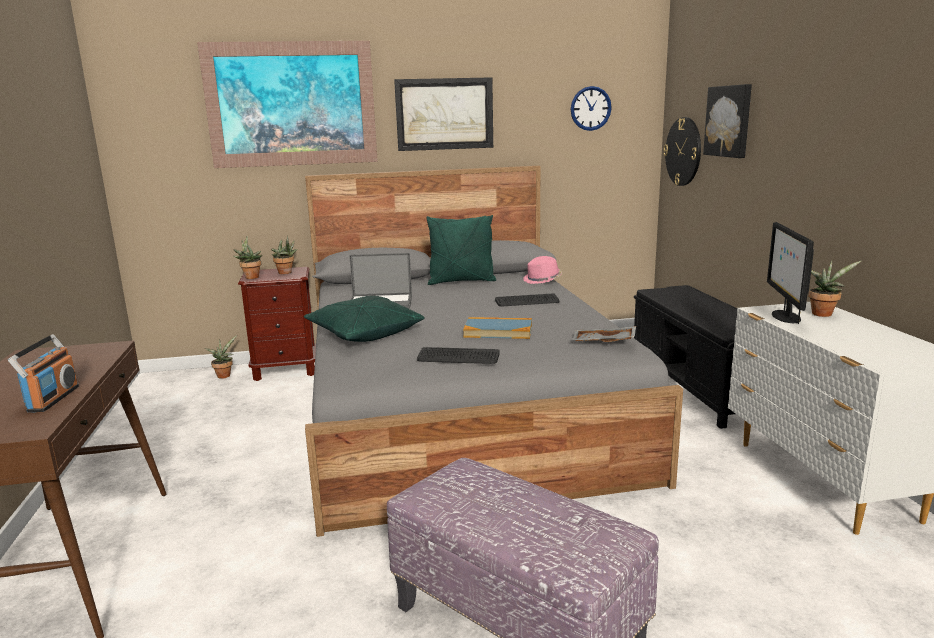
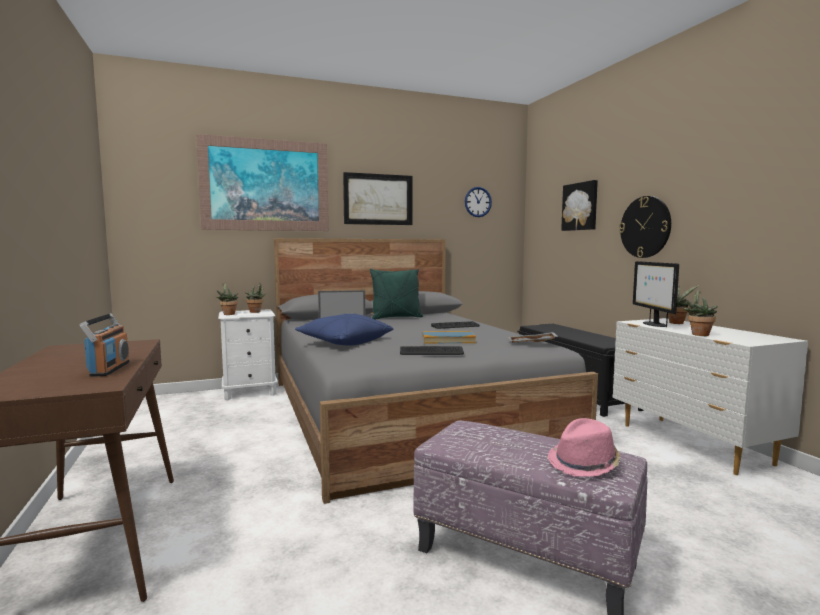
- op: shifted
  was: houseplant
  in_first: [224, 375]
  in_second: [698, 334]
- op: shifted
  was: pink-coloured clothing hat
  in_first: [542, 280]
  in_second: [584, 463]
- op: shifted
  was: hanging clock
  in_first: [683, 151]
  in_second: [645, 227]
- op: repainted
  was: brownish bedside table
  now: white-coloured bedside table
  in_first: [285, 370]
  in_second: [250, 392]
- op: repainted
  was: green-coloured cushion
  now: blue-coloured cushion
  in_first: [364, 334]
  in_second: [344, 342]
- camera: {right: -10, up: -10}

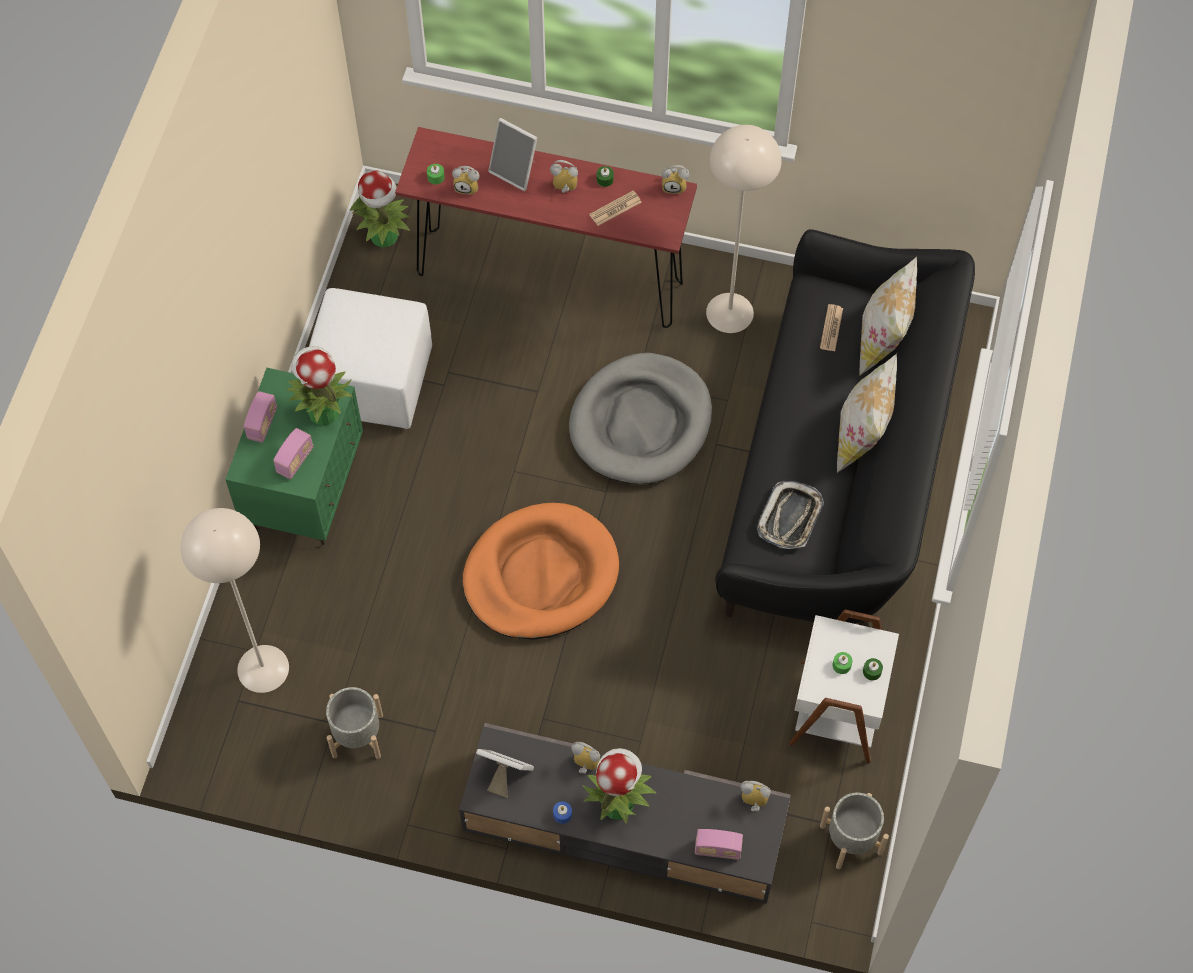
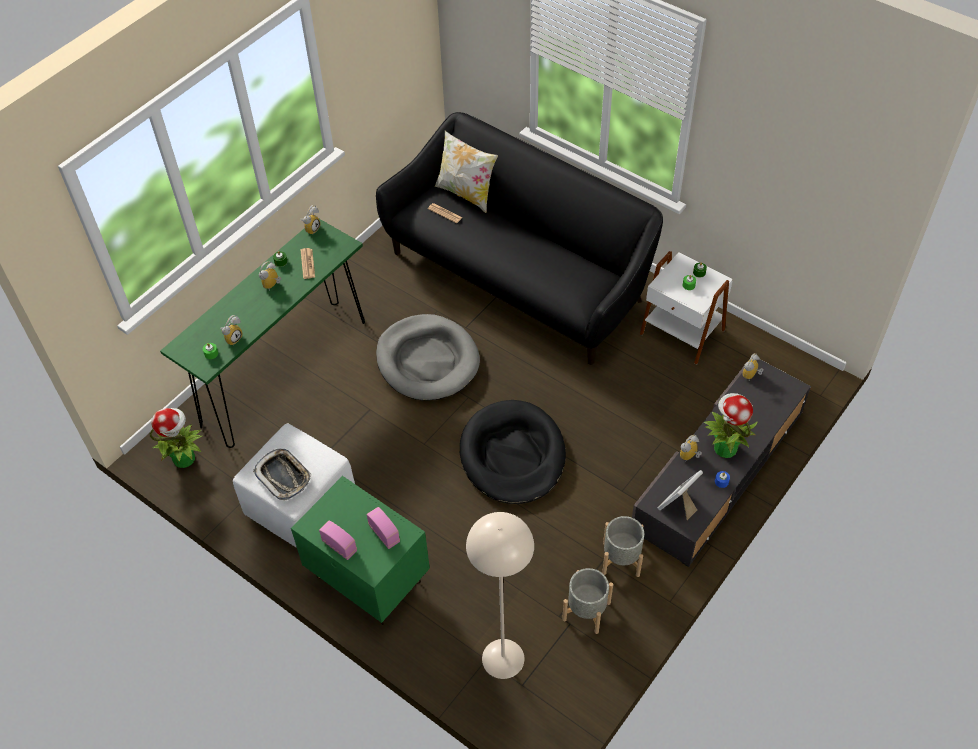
- op: gone
  was: houseplant
  in_first: [322, 411]
- op: gone
  was: standing frame
  in_first: [515, 171]
- op: gone
  was: radio
  in_first: [717, 849]
- op: gone
  was: sand-coloured standing lamp
  in_first: [730, 312]
- op: gone
  was: cushion
  in_first: [861, 435]
- op: shifted
  was: serving tray
  in_first: [790, 518]
  in_second: [283, 476]
- op: shifted
  was: gray plant pot
  in_first: [851, 839]
  in_second: [621, 559]
- op: repainted
  was: reddish console table
  now: green-coloured console table
  in_first: [549, 278]
  in_second: [285, 372]
- op: repainted
  was: orange-coloured pet bed
  now: blackish pet bed
  in_first: [540, 575]
  in_second: [512, 455]
- camera: {right: -65, up: -10}

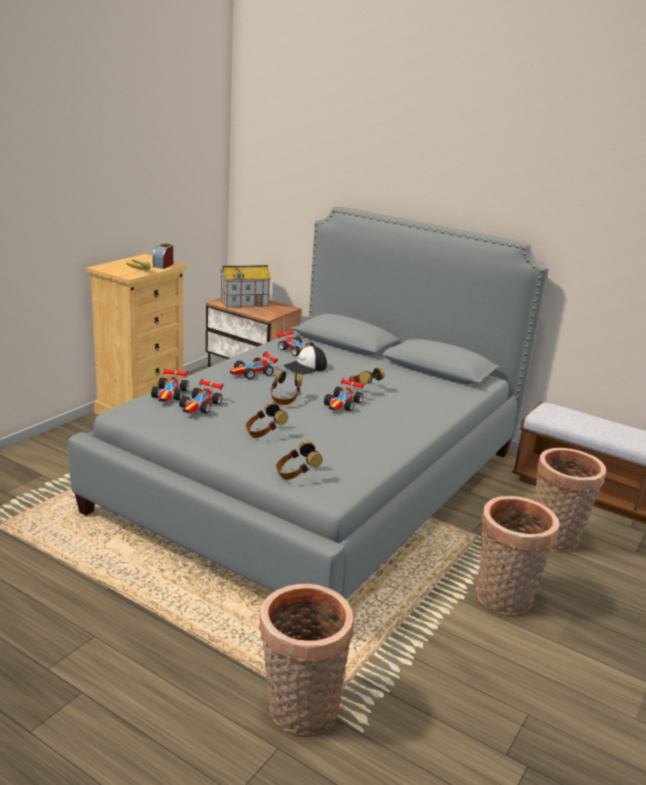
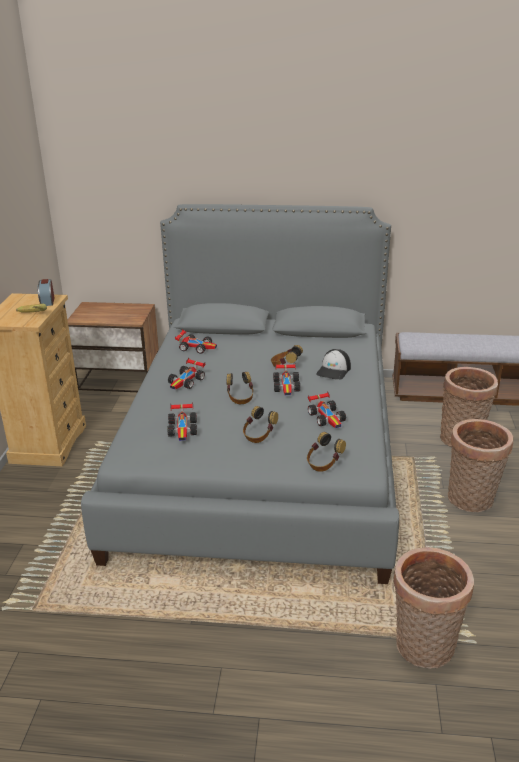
- op: gone
  was: model house
  in_first: [244, 302]
- op: shifted
  was: toy car
  in_first: [171, 394]
  in_second: [327, 417]
- op: shifted
  was: peaked cap
  in_first: [305, 367]
  in_second: [334, 370]
- camera: {right: -25, up: 5}

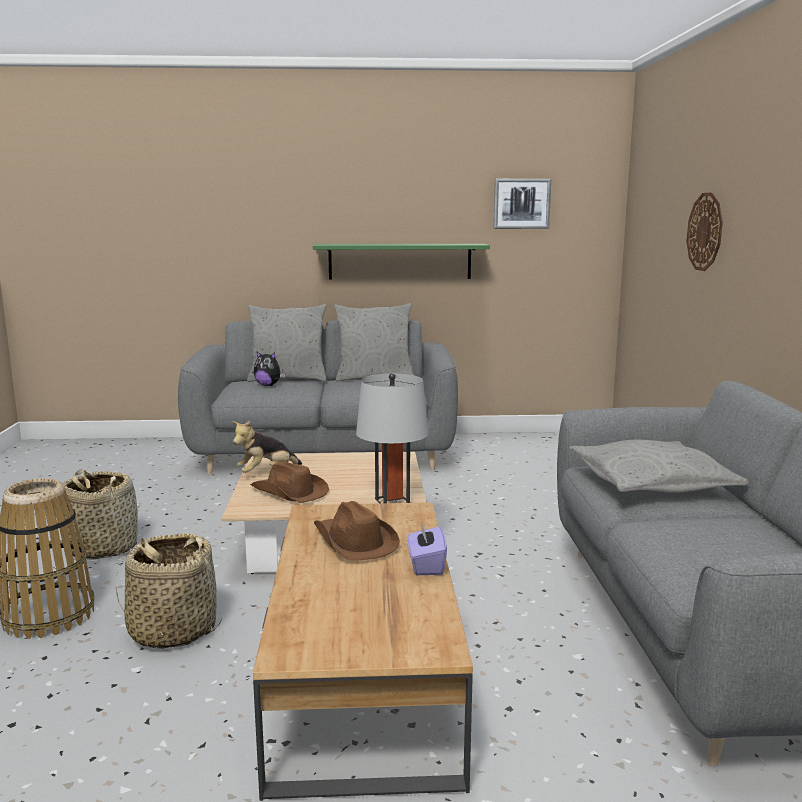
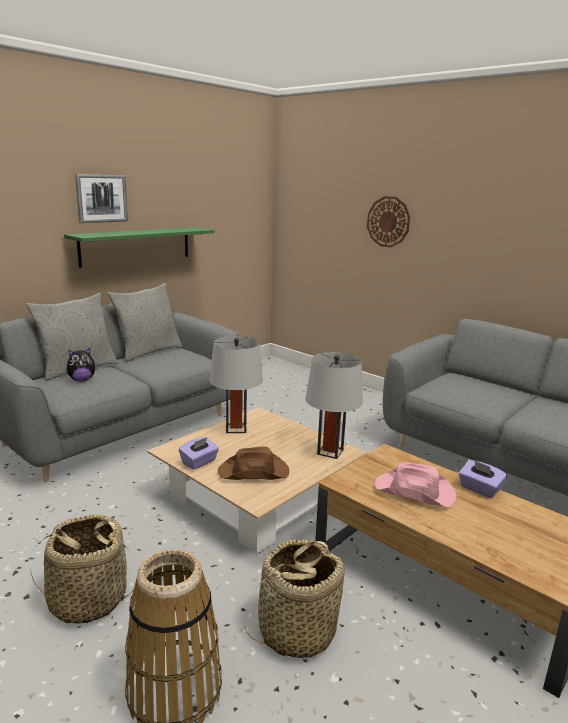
- op: gone
  was: gray cushion
  in_first: [650, 483]
- op: new
  now: gray lamp for a table
  in_second: [236, 428]
- op: shifted
  was: wall picture
  in_first: [521, 203]
  in_second: [101, 198]
- op: swapped
  was: soft toy
  now: purplish tissue box
  in_first: [266, 472]
  in_second: [199, 462]
- op: repainted
  was: brownish clothing hat
  now: pink-coloured clothing hat
  in_first: [354, 541]
  in_second: [415, 492]
- camera: {right: -45, up: 5}

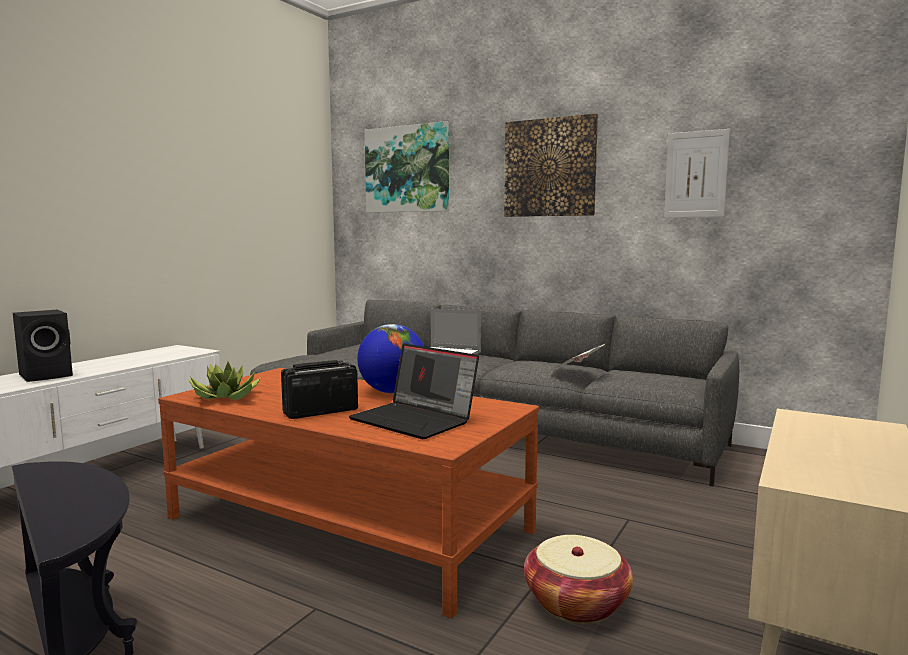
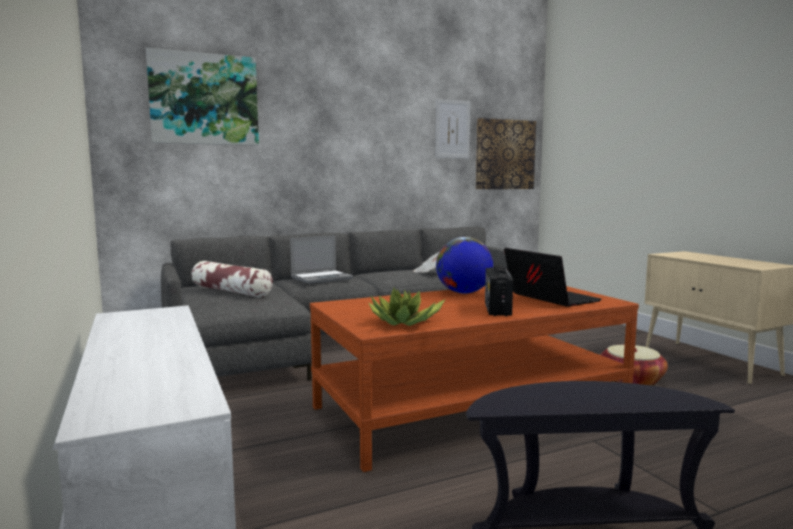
- op: gone
  was: blackish loudspeaker
  in_first: [48, 375]
- op: new
  now: cushion
  in_second: [231, 291]
- op: shifted
  was: wall picture
  in_first: [550, 168]
  in_second: [505, 154]
- op: rotated
  was: laptop
  in_first: [415, 420]
  in_second: [549, 298]
  clockwise: -105
- camera: {right: -55, up: 0}

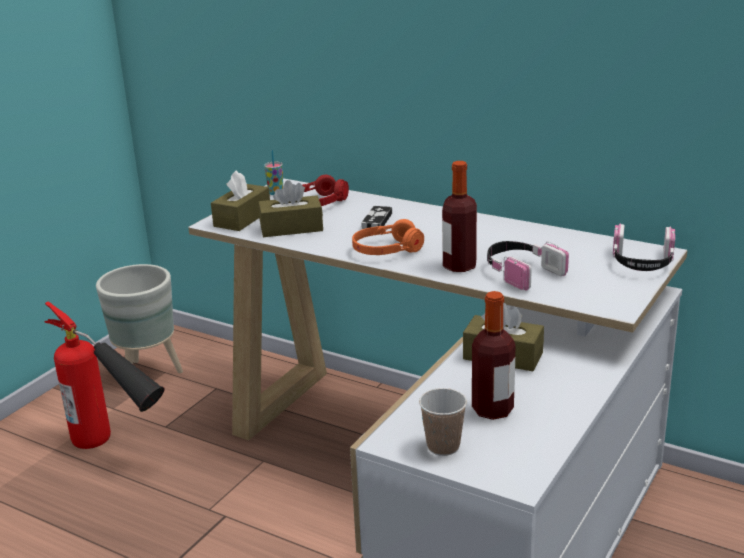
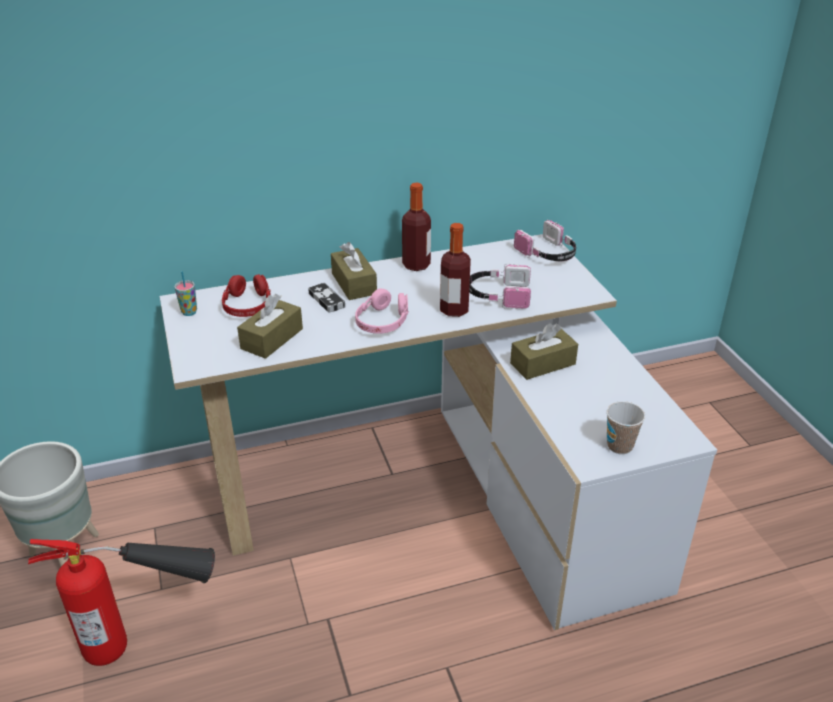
- op: shifted
  was: brownish tissue box
  in_first: [242, 218]
  in_second: [354, 284]
- op: shifted
  was: beverage bottle
  in_first: [492, 410]
  in_second: [416, 265]
- op: repainted
  was: orange-coloured pair of headphones
  now: pink-coloured pair of headphones
  in_first: [387, 250]
  in_second: [383, 321]
- camera: {right: -50, up: 10}

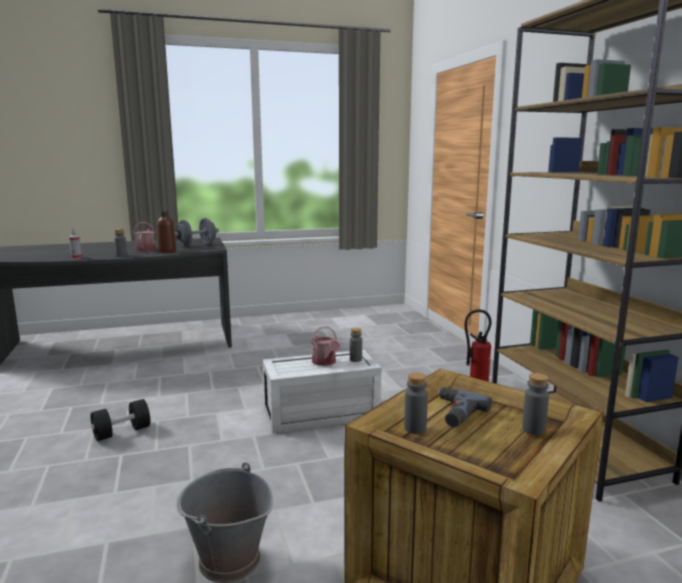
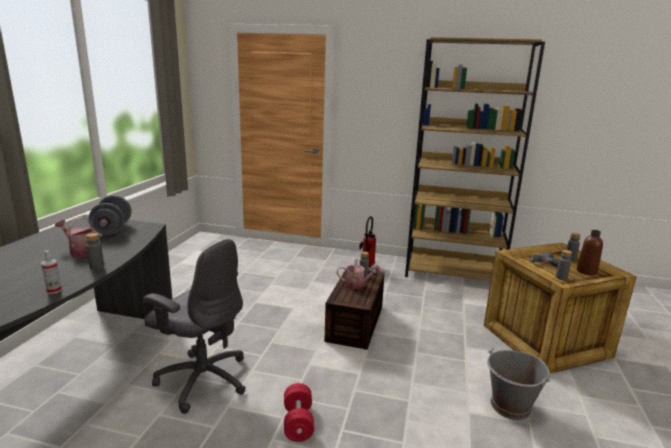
- op: new
  now: gray office chair
  in_second: [202, 379]
- op: shifted
  was: brownish beverage bottle
  in_first: [167, 251]
  in_second: [586, 271]
- op: repainted
  was: blackish hand weight
  now: reddish hand weight
  in_first: [122, 432]
  in_second: [298, 422]
- op: repainted
  was: white-coloured storage container
  now: brownish storage container
  in_first: [320, 414]
  in_second: [356, 324]
- camera: {right: -60, up: 5}

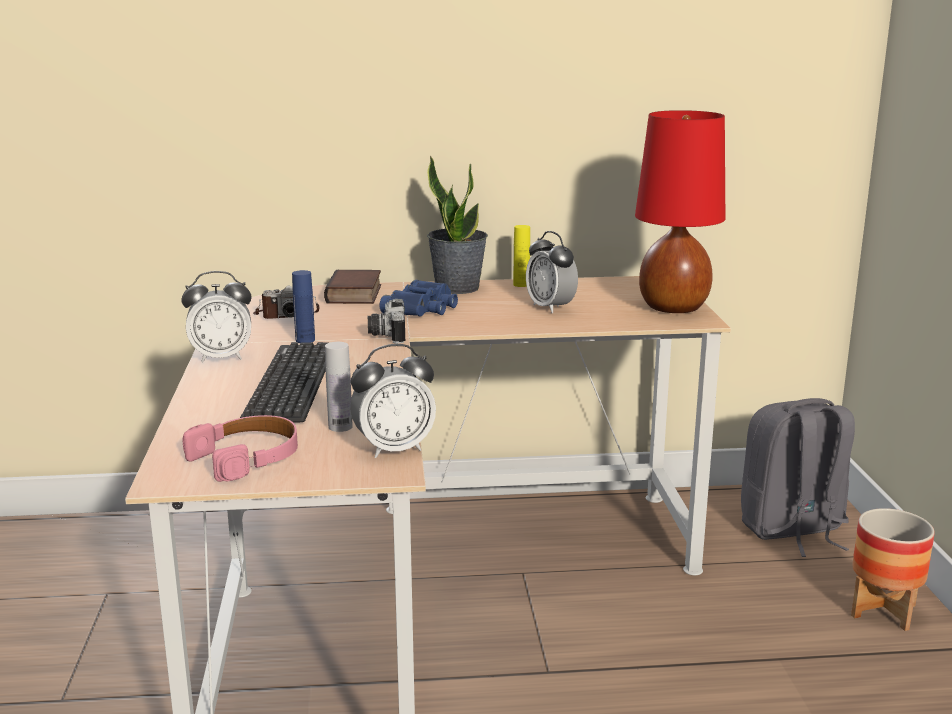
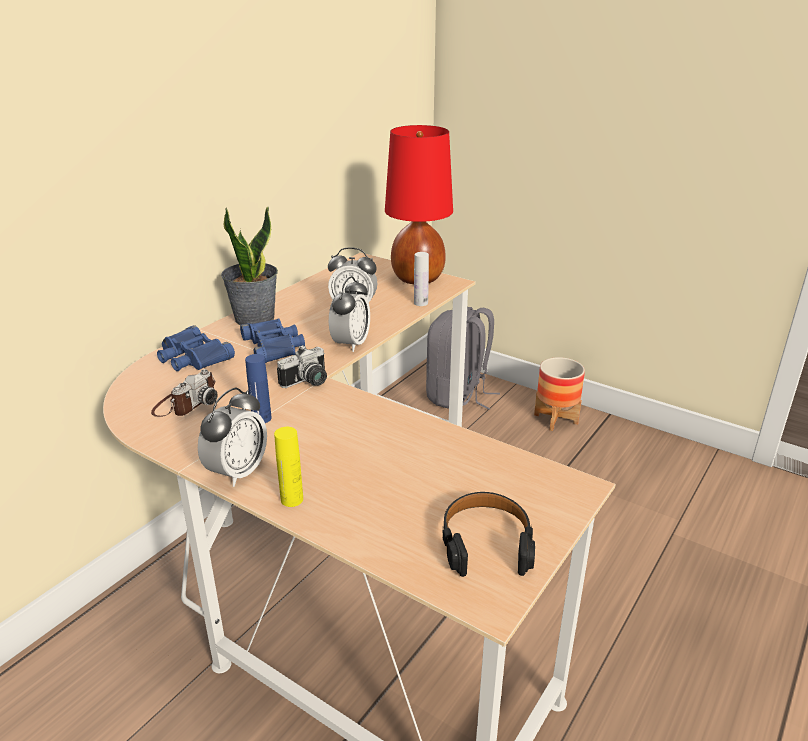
- op: gone
  was: keyboard
  in_first: [291, 383]
- op: shifted
  was: white-coloured beverage bottle
  in_first: [340, 427]
  in_second: [421, 303]
- op: shifted
  was: table clock
  in_first: [394, 449]
  in_second: [351, 344]
- op: shifted
  was: yellow beverage bottle
  in_first: [521, 284]
  in_second: [292, 499]
- op: swapped
  was: volume
  now: blue-coloured pair of binoculars
  in_first: [356, 294]
  in_second: [193, 357]
- op: repainted
  was: pink-coloured pair of headphones
  now: blackish pair of headphones
  in_first: [247, 457]
  in_second: [486, 542]
- op: rotated
  was: photo camera
  in_first: [386, 335]
  in_second: [308, 382]
  clockwise: -75
- camera: {right: -50, up: 10}

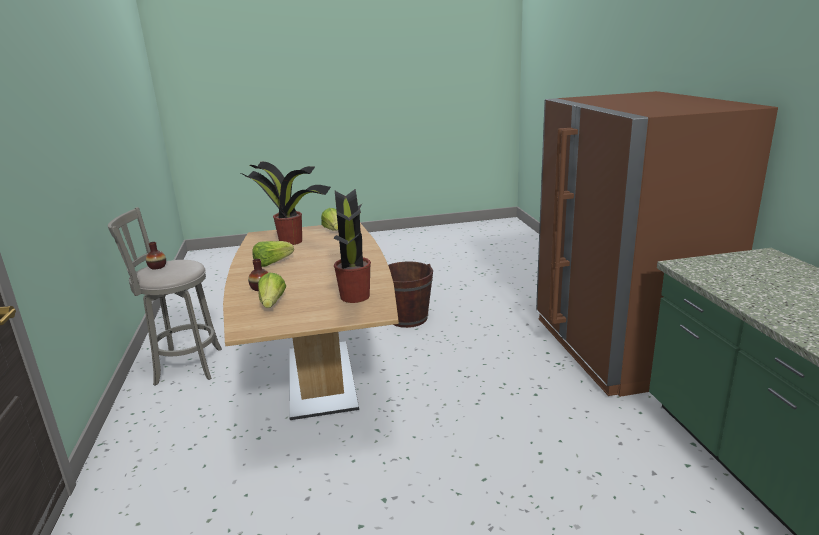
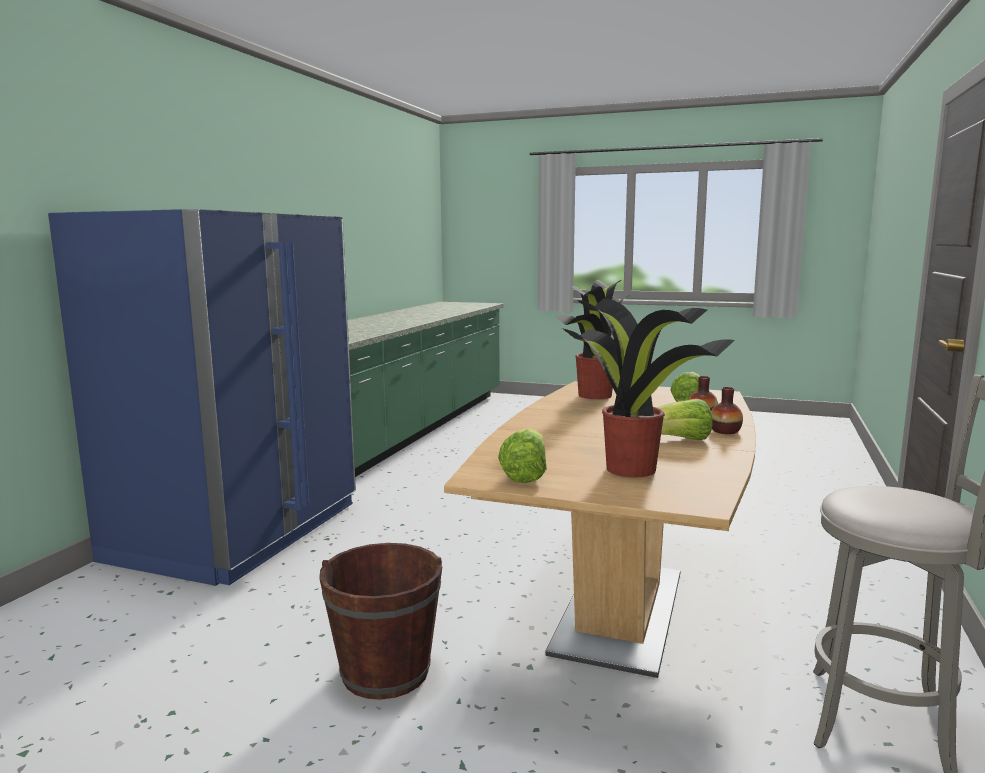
- op: shifted
  was: vase
  in_first: [157, 267]
  in_second: [725, 431]
- op: repainted
  was: brownish kitchen fridge
  now: blue-coloured kitchen fridge
  in_first: [620, 347]
  in_second: [239, 531]
- camera: {right: -150, up: -10}

